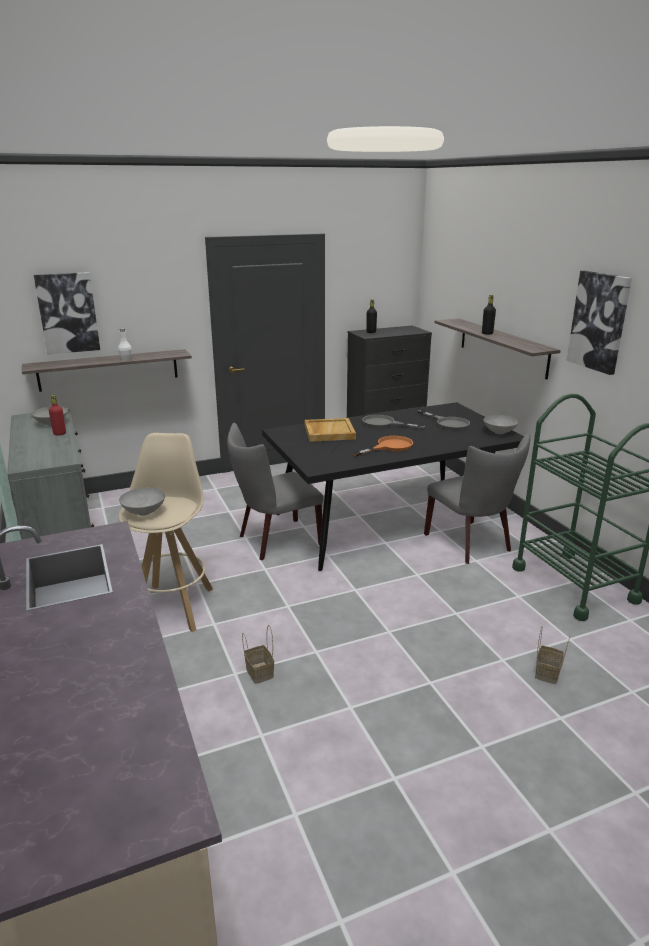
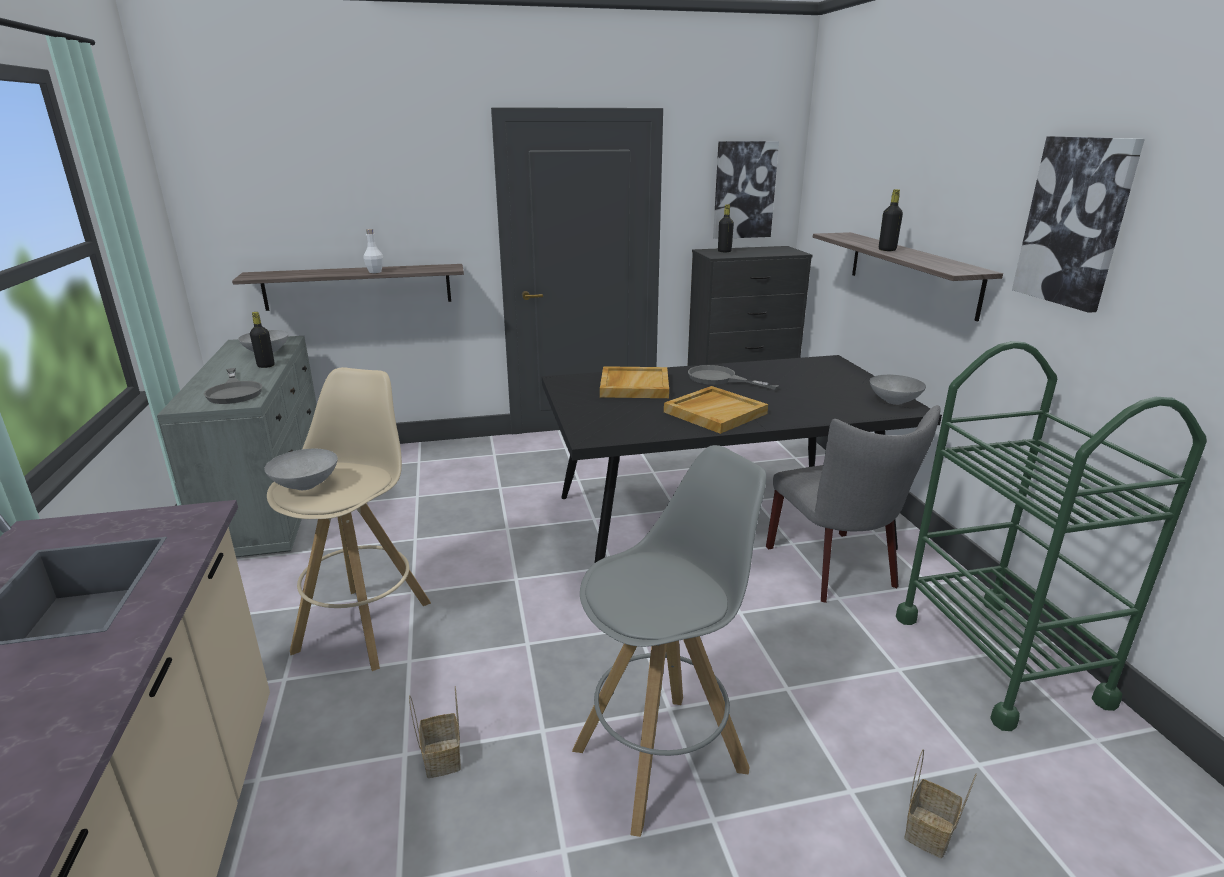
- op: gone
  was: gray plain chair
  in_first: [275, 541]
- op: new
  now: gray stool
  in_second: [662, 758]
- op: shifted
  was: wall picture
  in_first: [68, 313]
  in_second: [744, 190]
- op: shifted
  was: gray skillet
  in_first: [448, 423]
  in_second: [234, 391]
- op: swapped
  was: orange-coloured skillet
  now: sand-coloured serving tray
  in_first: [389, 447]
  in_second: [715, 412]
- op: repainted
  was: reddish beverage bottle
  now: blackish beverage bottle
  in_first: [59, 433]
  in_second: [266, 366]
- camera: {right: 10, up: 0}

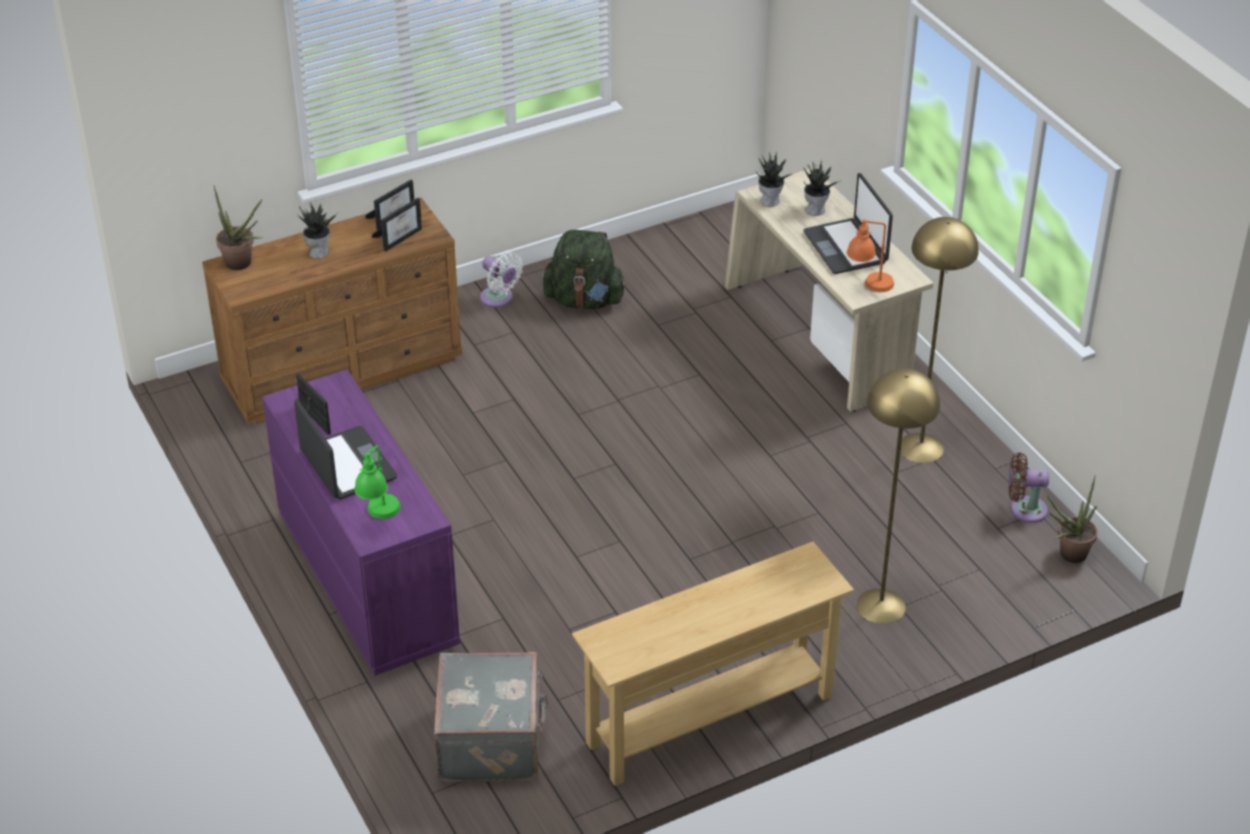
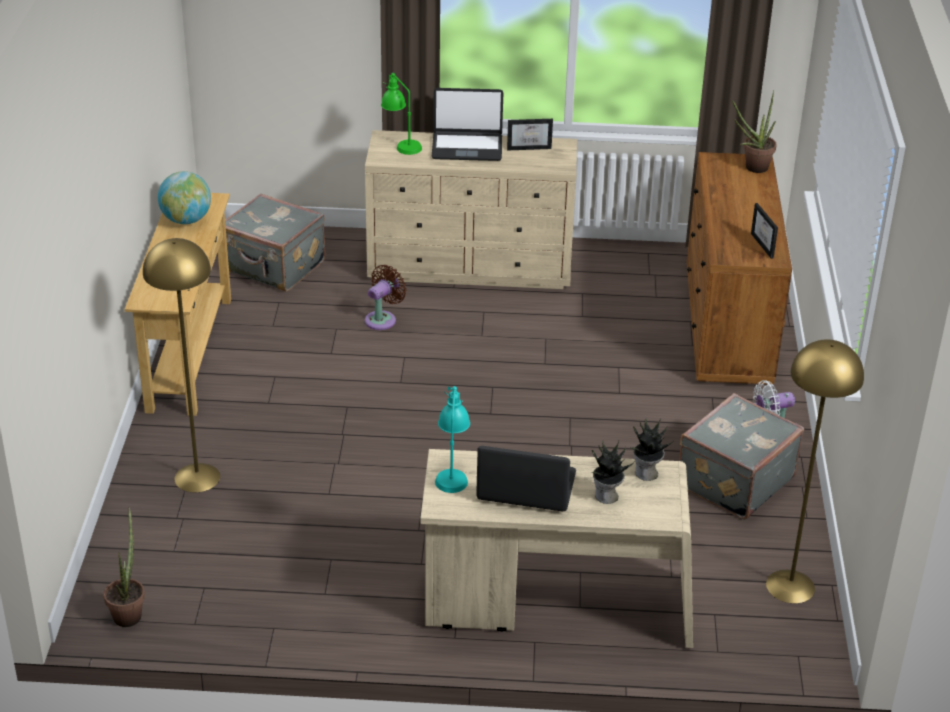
- op: gone
  was: houseplant
  in_first: [319, 251]
- op: gone
  was: standing frame
  in_first: [400, 237]
- op: new
  now: globe
  in_second: [186, 220]
- op: shifted
  was: yellow standing lamp
  in_first: [921, 447]
  in_second: [790, 586]
- op: shifted
  was: brownish electric fan
  in_first: [1024, 509]
  in_second: [382, 319]
- op: swapped
  was: green-coloured backpack
  now: gray piece of luggage
  in_first: [584, 300]
  in_second: [733, 481]
- op: repainted
  was: purplish dresser
  now: sand-coloured dresser
  in_first: [366, 580]
  in_second: [471, 267]
- op: repainted
  was: orange-coloured lamp for a table
  now: turquoise-coloured lamp for a table
  in_first: [868, 287]
  in_second: [451, 472]
- camera: {right: 120, up: -5}

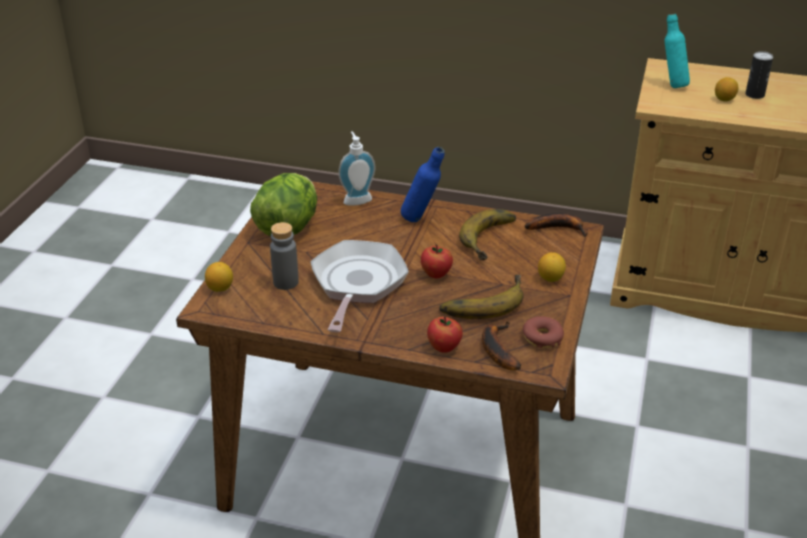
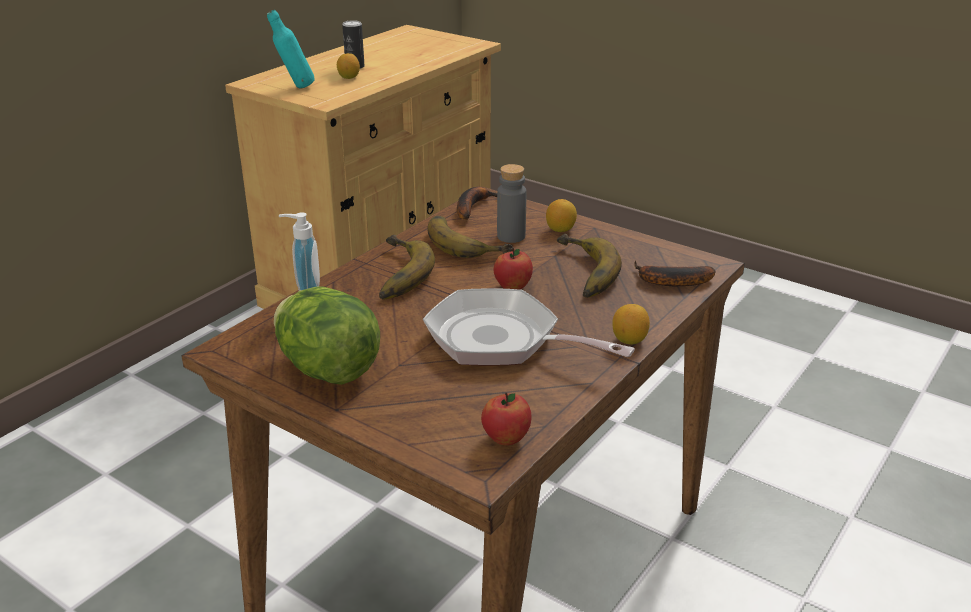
- op: gone
  was: donut
  in_first: [542, 337]
- op: shifted
  was: citrus fruit
  in_first: [220, 288]
  in_second: [629, 340]
- op: shifted
  was: gray beverage bottle
  in_first: [286, 282]
  in_second: [511, 236]
- op: shifted
  was: whole apple
  in_first: [444, 347]
  in_second: [506, 438]
- op: swapped
  was: blue-coloured beverage bottle
  now: whole banana
  in_first: [421, 220]
  in_second: [393, 274]
- camera: {right: -70, up: -5}

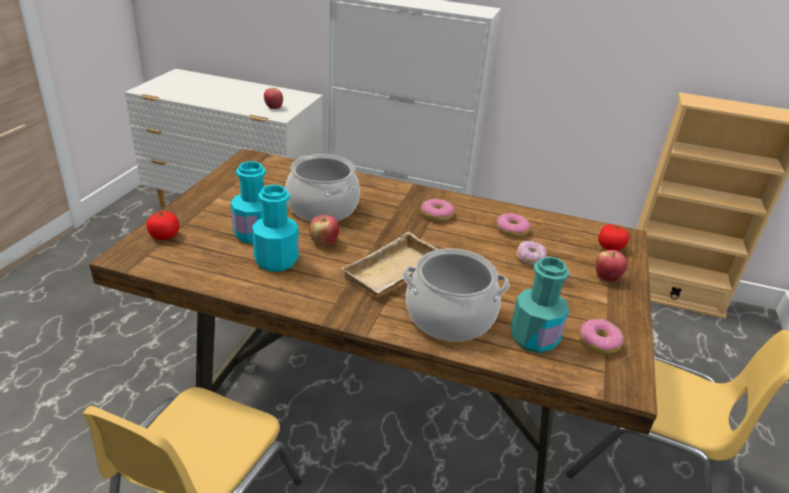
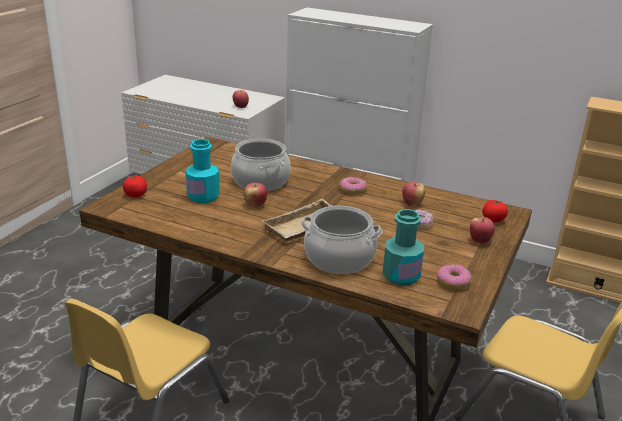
- op: gone
  was: turquoise-coloured beverage bottle
  in_first: [276, 261]
- op: swapped
  was: donut
  now: whole apple
  in_first: [511, 230]
  in_second: [412, 204]
- camera: {right: 10, up: -5}

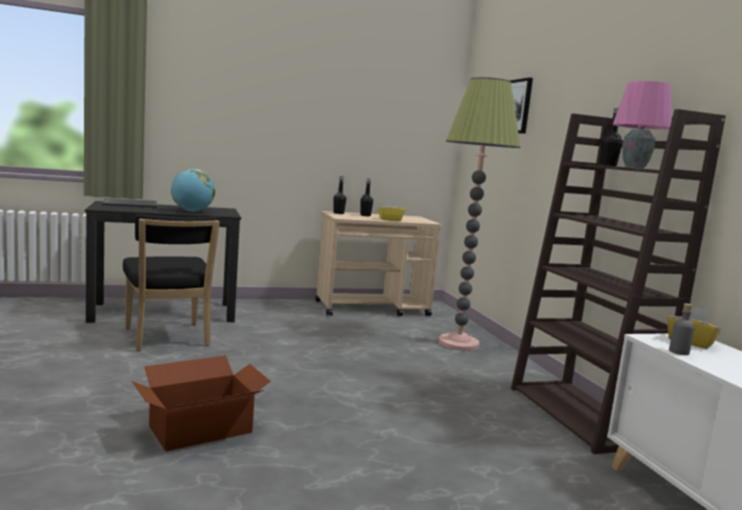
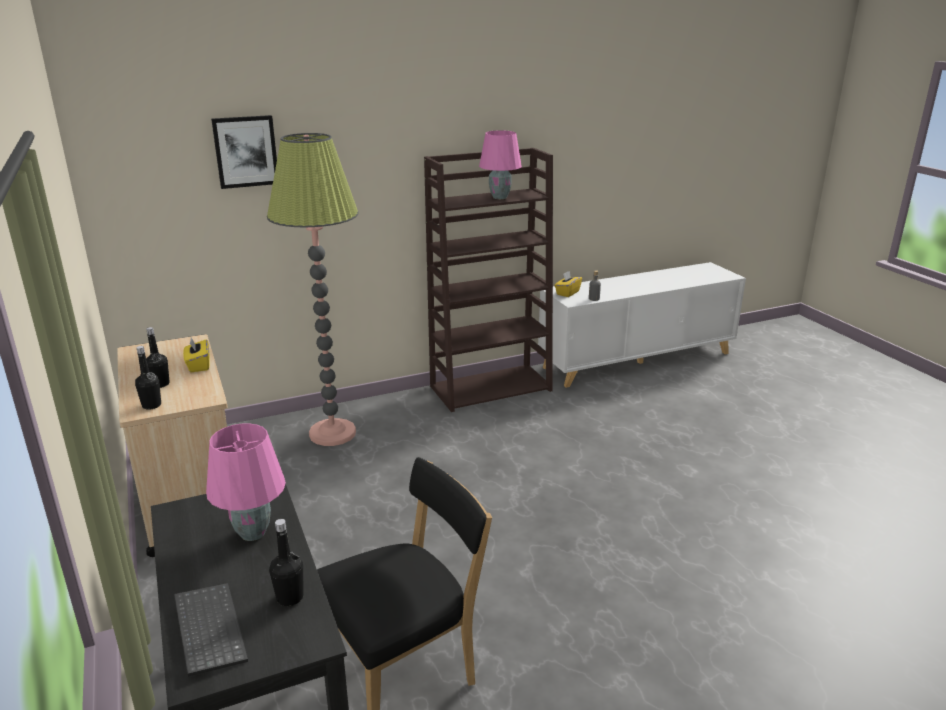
- op: gone
  was: packing box
  in_first: [202, 430]
- op: shifted
  was: blackish beverage bottle
  in_first: [608, 165]
  in_second: [290, 597]
- op: swapped
  was: globe
  now: pink-coloured lamp for a table
  in_first: [192, 211]
  in_second: [254, 533]
- camera: {right: -95, up: 15}

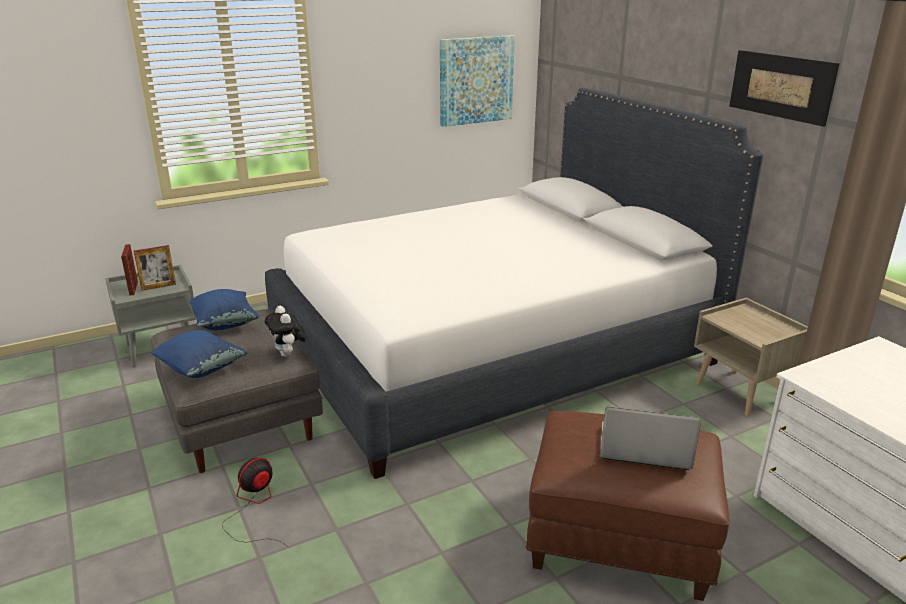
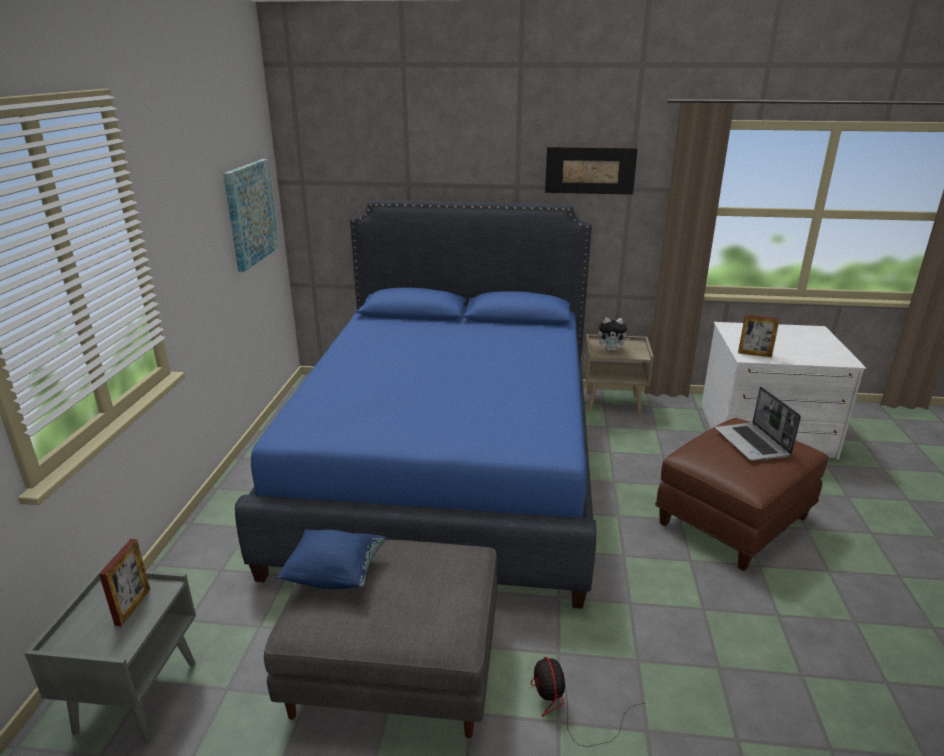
- op: gone
  was: blue-coloured cushion
  in_first: [201, 369]
- op: shifted
  was: standing frame
  in_first: [133, 288]
  in_second: [754, 354]
- op: shifted
  was: soft toy
  in_first: [288, 354]
  in_second: [611, 350]
- op: repainted
  was: white-coloured bed
  now: blue-coloured bed
  in_first: [492, 350]
  in_second: [449, 465]
- op: rotated
  was: laptop
  in_first: [643, 448]
  in_second: [753, 443]
  clockwise: -60
- camera: {right: -55, up: 0}

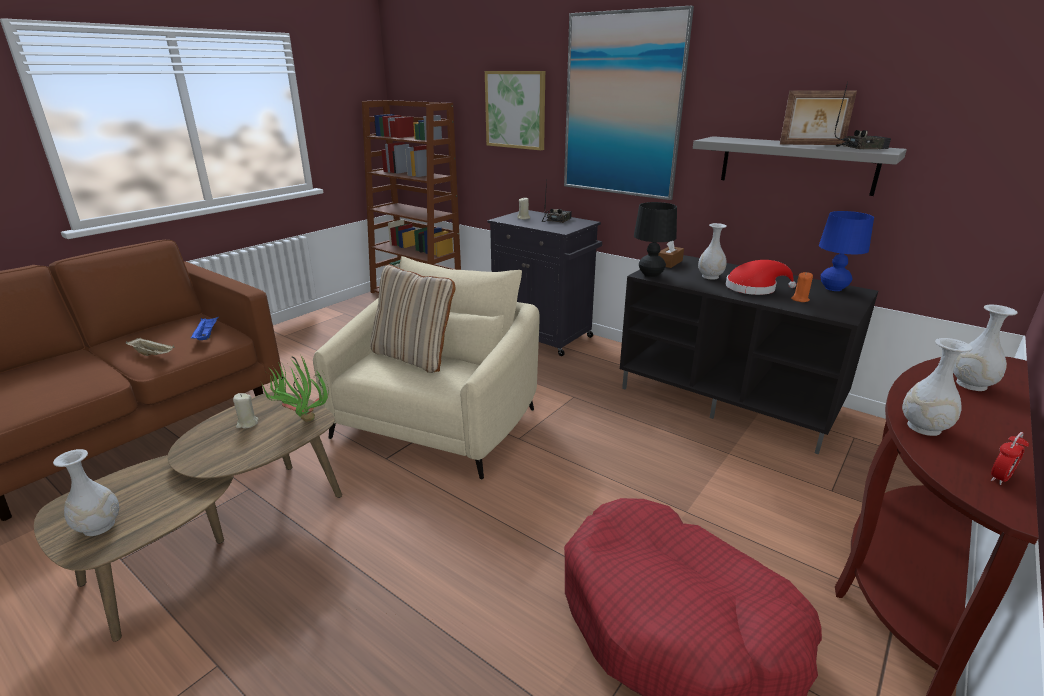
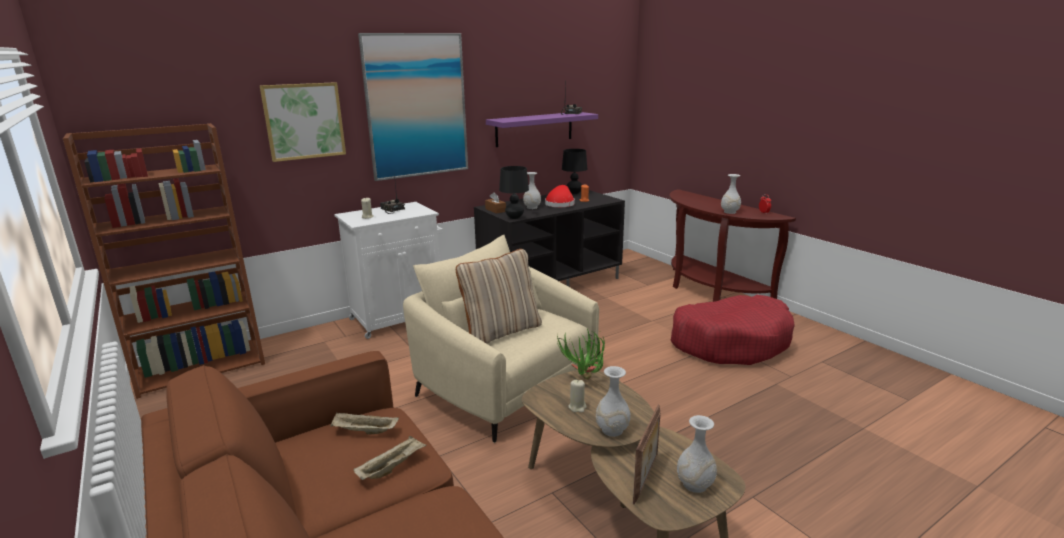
- op: shifted
  was: standing frame
  in_first: [812, 144]
  in_second: [646, 478]
- op: shifted
  was: white-coloured vase
  in_first: [971, 384]
  in_second: [611, 430]
- op: repainted
  was: blue-coloured serving tray
  now: sand-coloured serving tray
  in_first: [206, 335]
  in_second: [364, 432]
- op: repainted
  was: blackish cabinet
  now: white-coloured cabinet
  in_first: [543, 336]
  in_second: [399, 318]
- op: repainted
  was: gray bracket shelf
  now: purplish bracket shelf
  in_first: [796, 165]
  in_second: [534, 129]
- op: repainted
  was: blue-coloured lamp for a table
  now: blackish lamp for a table
  in_first: [833, 288]
  in_second: [574, 193]
- camera: {right: -70, up: -5}

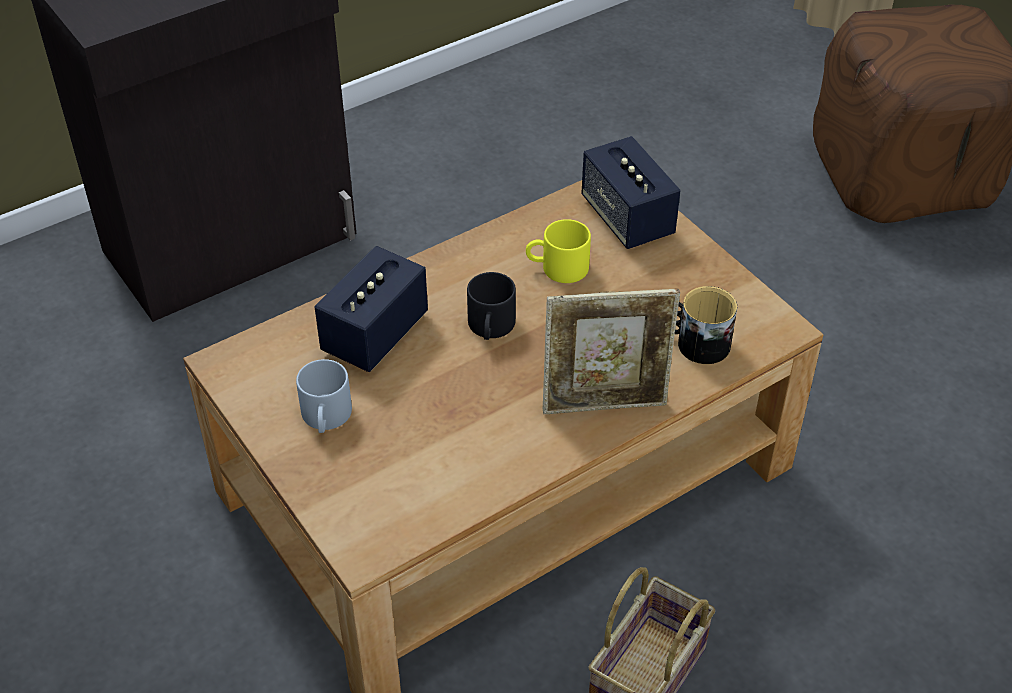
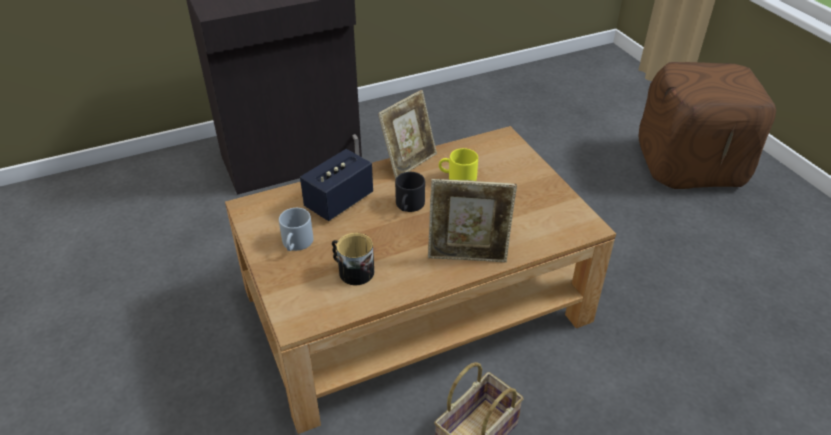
- op: gone
  was: loudspeaker
  in_first: [627, 218]
- op: new
  now: standing frame
  in_second: [409, 161]
- op: shifted
  was: mug
  in_first: [697, 343]
  in_second: [352, 270]
- camera: {right: 10, up: -5}

